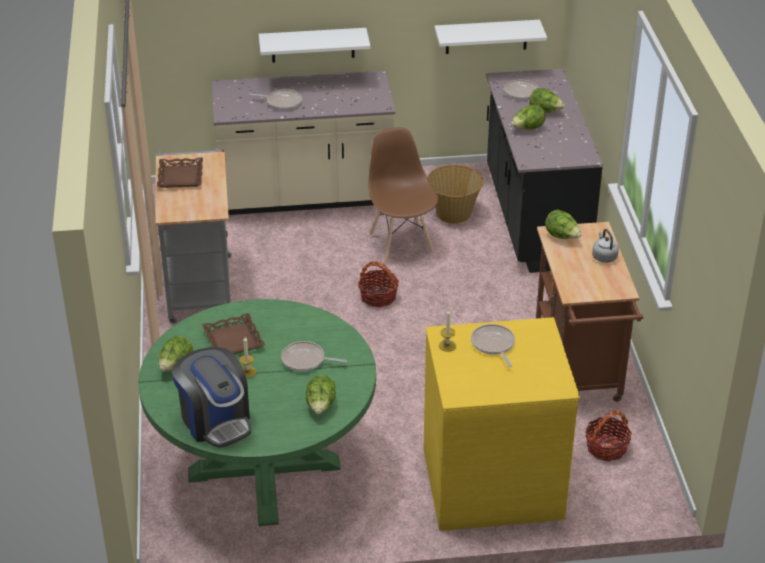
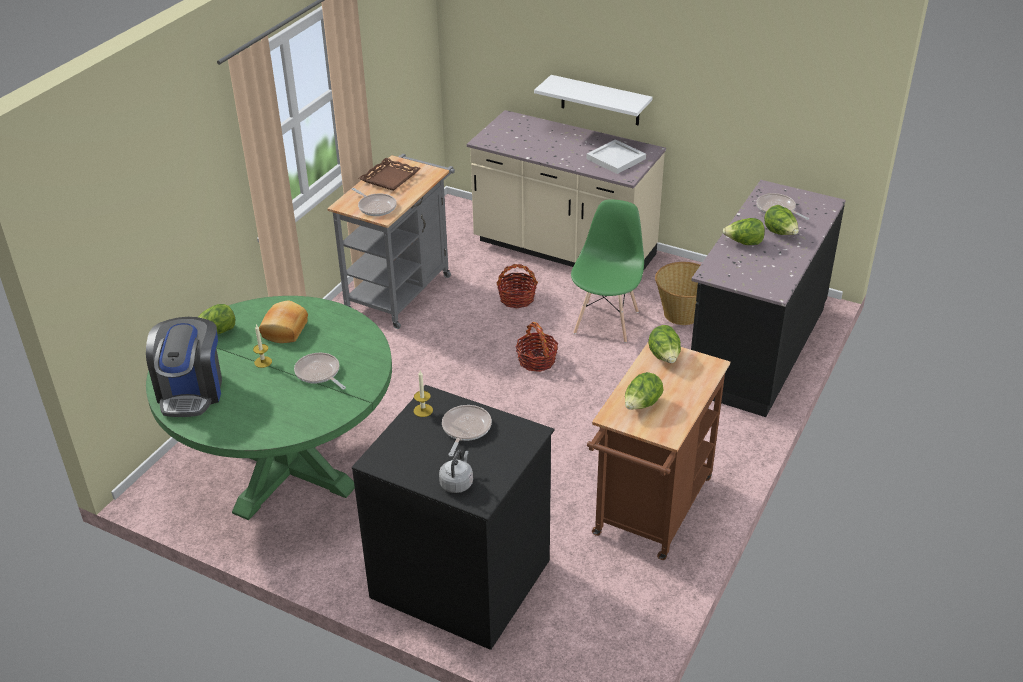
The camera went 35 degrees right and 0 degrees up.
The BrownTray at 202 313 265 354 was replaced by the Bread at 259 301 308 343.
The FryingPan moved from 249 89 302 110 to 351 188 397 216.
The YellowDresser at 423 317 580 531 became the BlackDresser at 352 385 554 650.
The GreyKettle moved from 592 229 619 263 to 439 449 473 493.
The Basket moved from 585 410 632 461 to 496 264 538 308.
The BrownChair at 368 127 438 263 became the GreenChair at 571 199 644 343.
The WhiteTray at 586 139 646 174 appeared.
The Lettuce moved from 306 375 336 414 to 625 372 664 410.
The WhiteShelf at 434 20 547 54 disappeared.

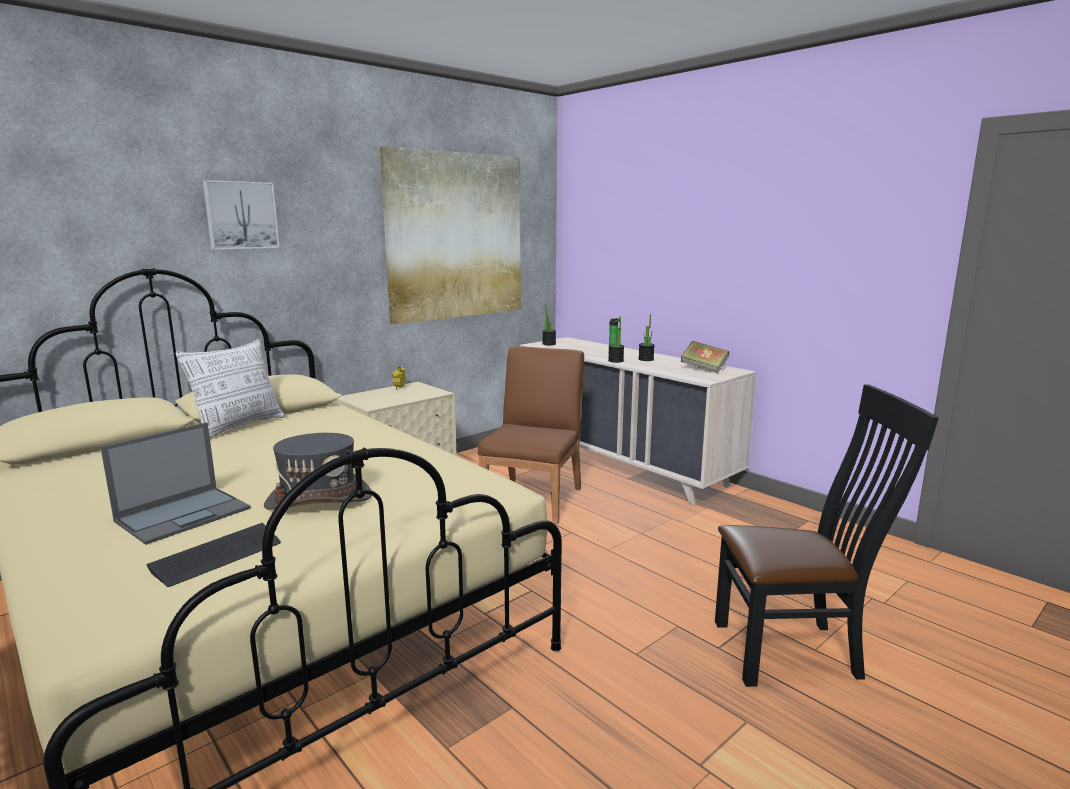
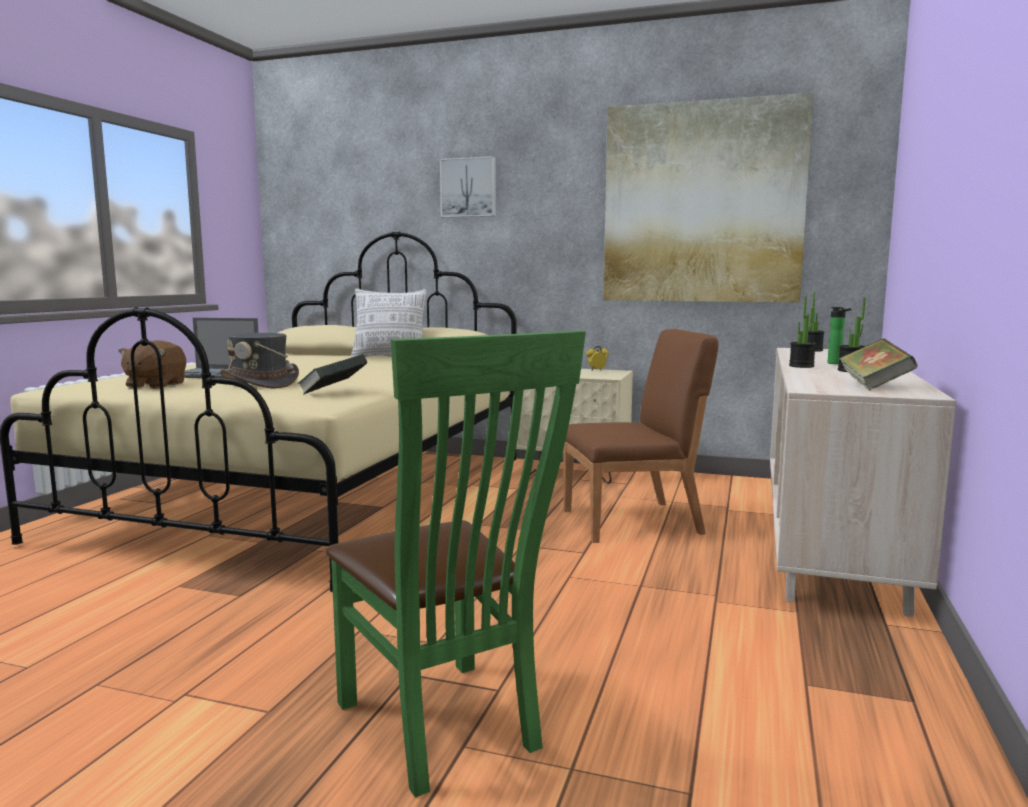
The camera went 60 degrees right and 5 degrees down.
The Keyboard at 146 523 281 587 was replaced by the BrownPlushToy at 118 340 186 389.
The Book at 297 354 368 395 appeared.
The BlackChair at 715 384 939 687 became the GreenChair at 325 330 586 798.

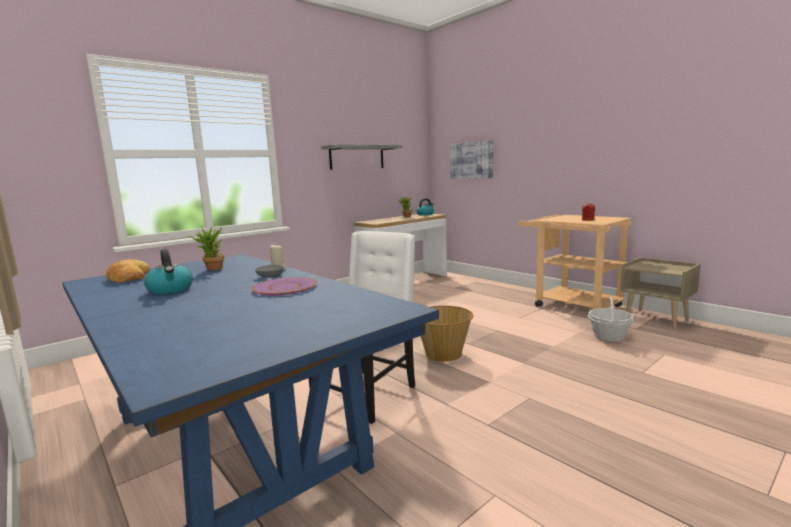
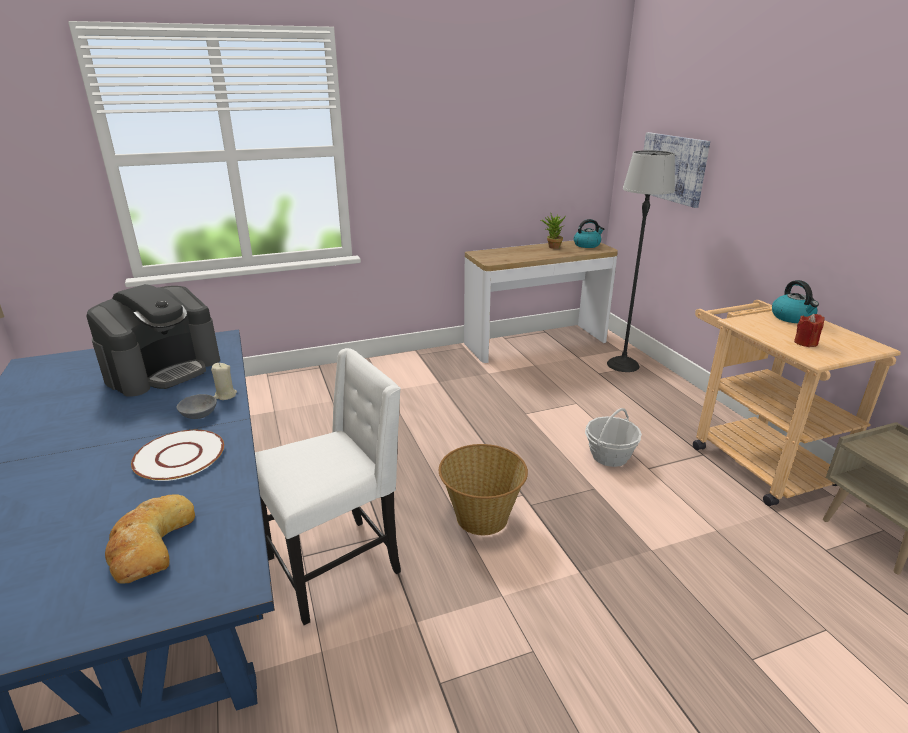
The camera went 20 degrees right and 15 degrees up.
The PottedPlant at 188 226 224 271 was replaced by the CoffeeMachine at 86 284 220 397.
The Bread moved from 106 259 150 283 to 105 494 195 584.
The PurplePlate at 251 277 317 296 became the WhitePlate at 131 430 224 481.
The Basket moved from 588 297 633 342 to 585 408 642 467.
The FloorLamp at 607 150 675 372 appeared.
The Kettle moved from 144 249 193 295 to 772 280 819 323.
The GreyShelf at 321 144 402 170 disappeared.

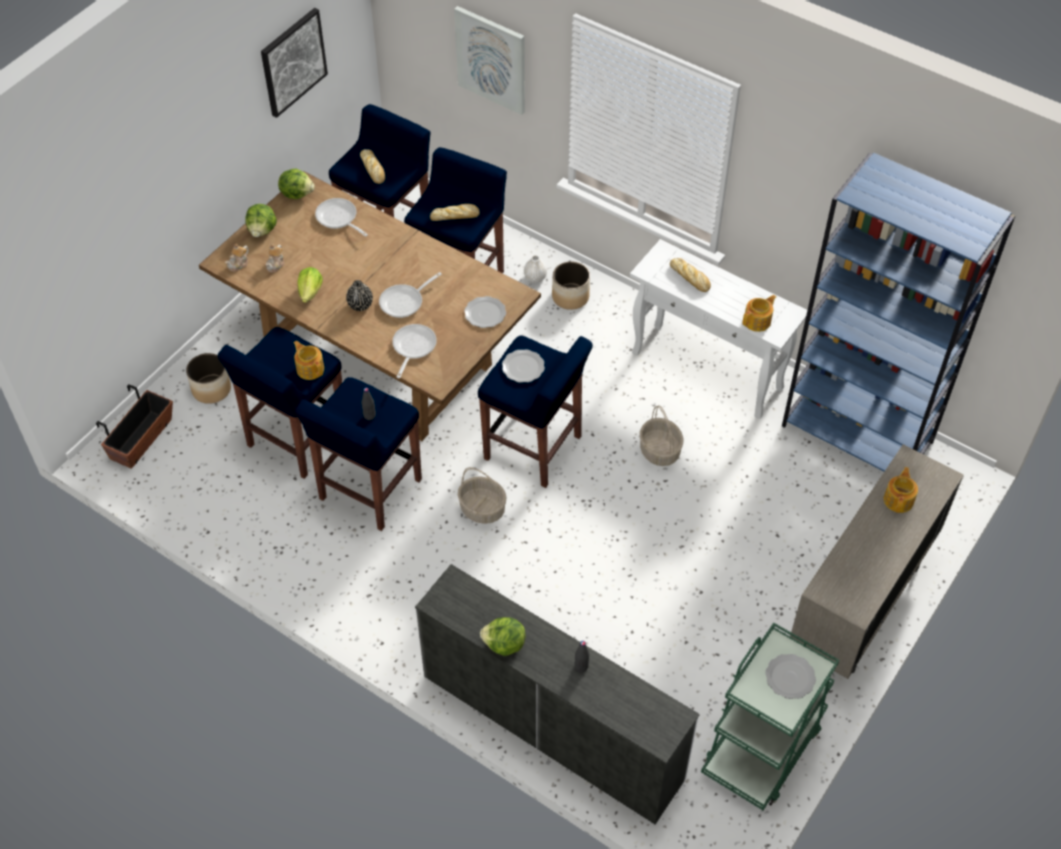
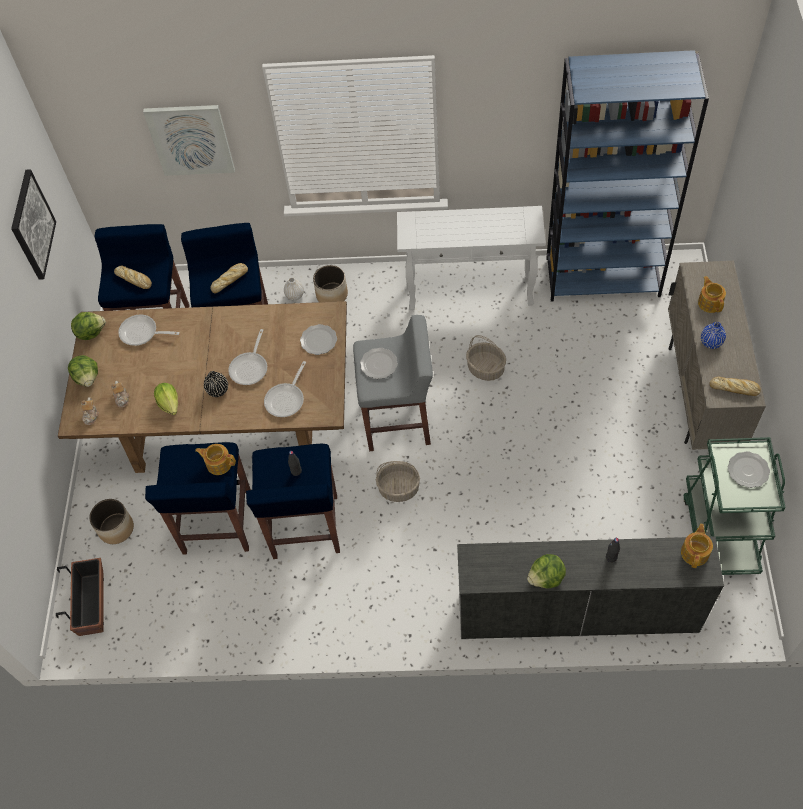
The camera went 30 degrees left and 5 degrees up.
The FryingPan at 392 324 437 378 turned 135 degrees counterclockwise.
The BlueStool at 478 335 593 488 became the GreyStool at 353 315 433 451.
The Teapot moved from 742 295 776 332 to 681 523 713 568.
The BlueVase at 701 322 726 349 appeared.
The Bread moved from 670 258 711 292 to 709 377 761 396.

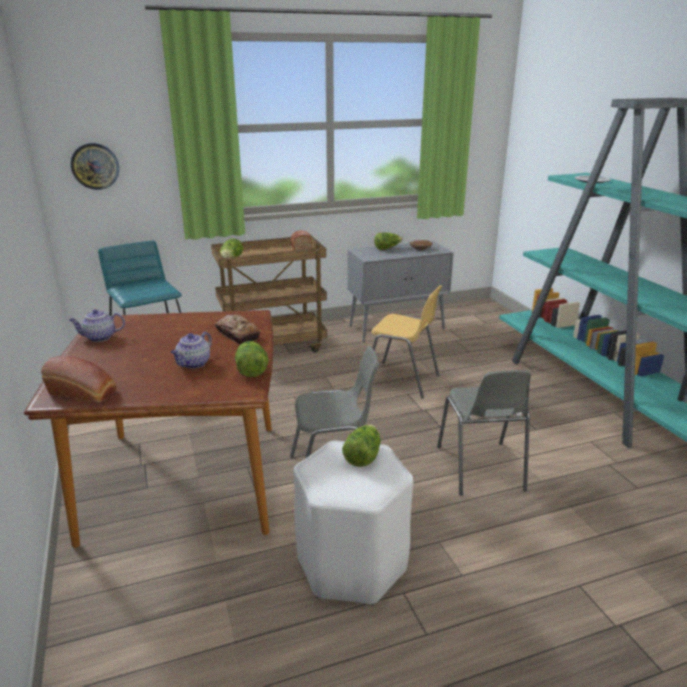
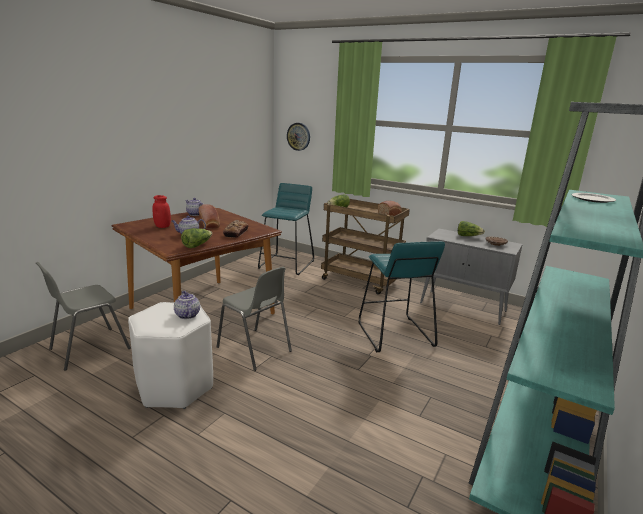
The camera went 50 degrees right and 5 degrees down.
The GreyChair moved from 437 370 531 496 to 36 262 131 371.
The RedJar at 152 195 171 228 appeared.
The Lettuce at 342 424 381 467 was replaced by the Teapot at 174 291 200 319.
The Bread moved from 41 356 117 403 to 199 204 220 229.
The YellowChair at 371 285 442 398 was replaced by the TurquoiseStool at 358 241 445 352.

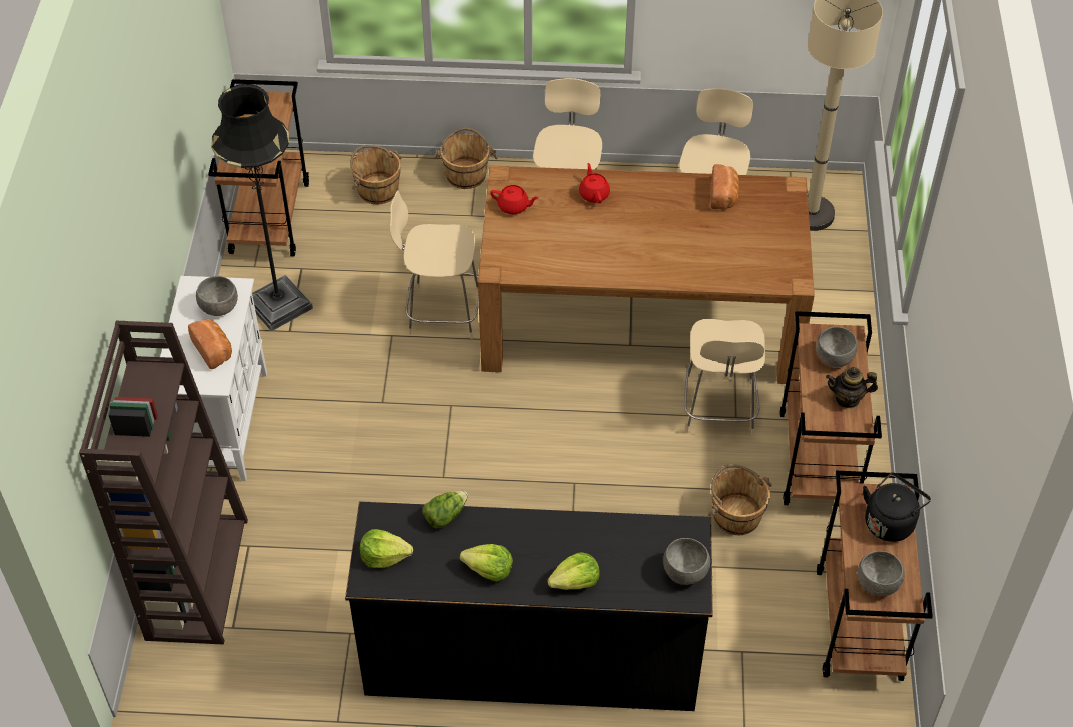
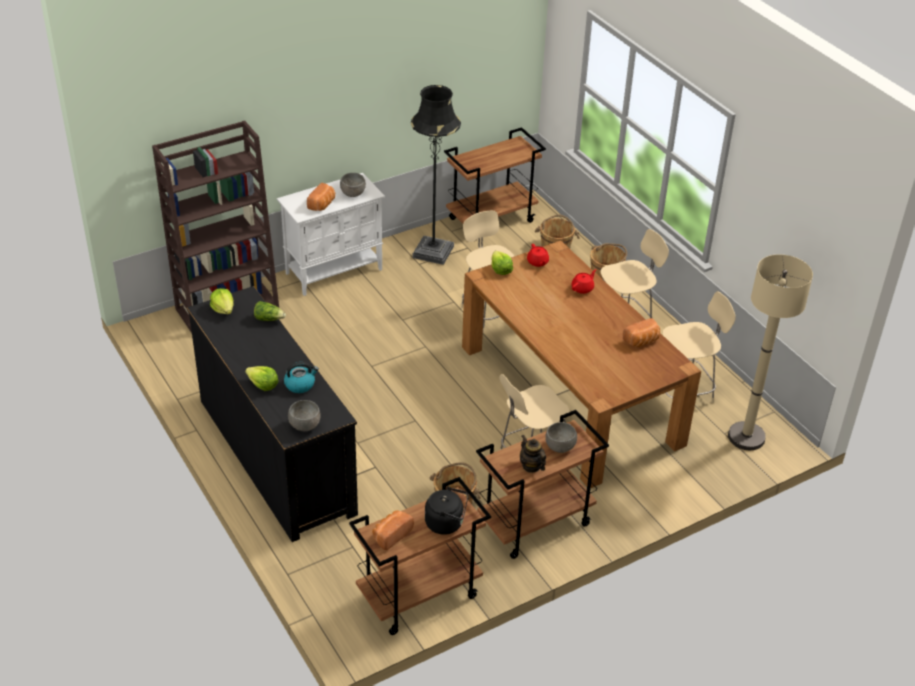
The camera went 55 degrees right and 10 degrees down.
The Kettle at 284 362 319 393 appeared.
The GreyBowl at 858 551 905 596 was replaced by the Bread at 372 510 414 550.
The Lettuce moved from 460 544 513 581 to 491 251 513 275.

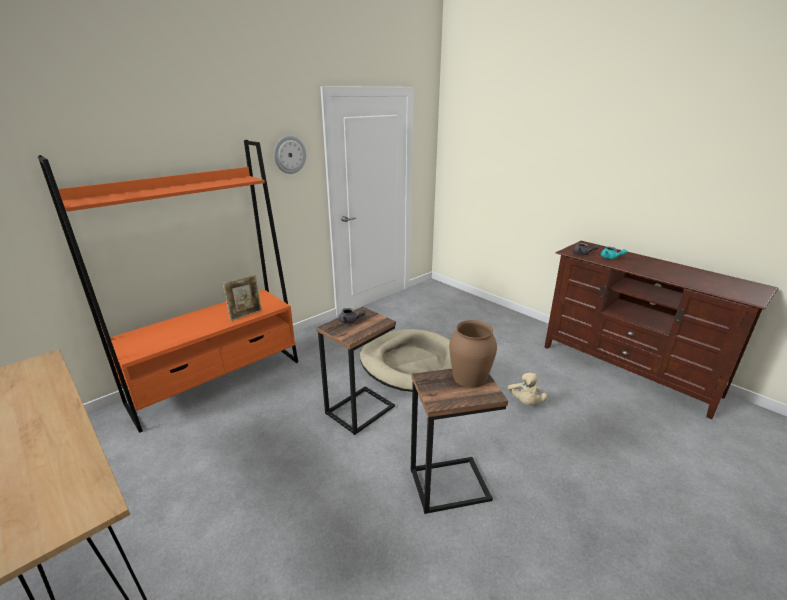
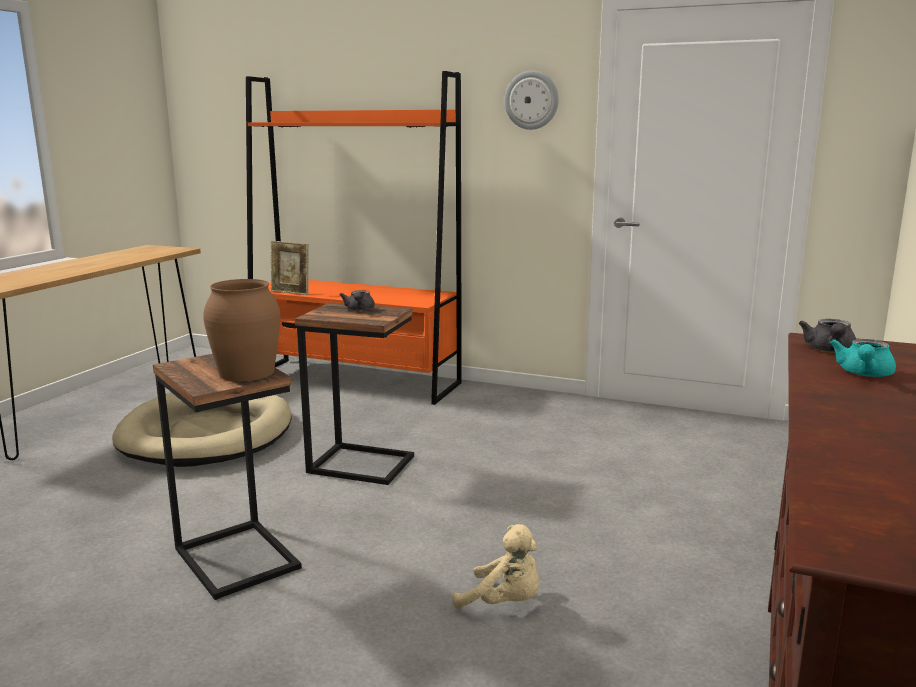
The camera went 65 degrees right and 10 degrees down.
The BeigeDogBed moved from 360 329 452 392 to 112 393 291 467.
The PictureFrame moved from 223 275 262 321 to 271 240 309 295.
The BeigePlushToy at 508 372 547 405 turned 135 degrees counterclockwise.

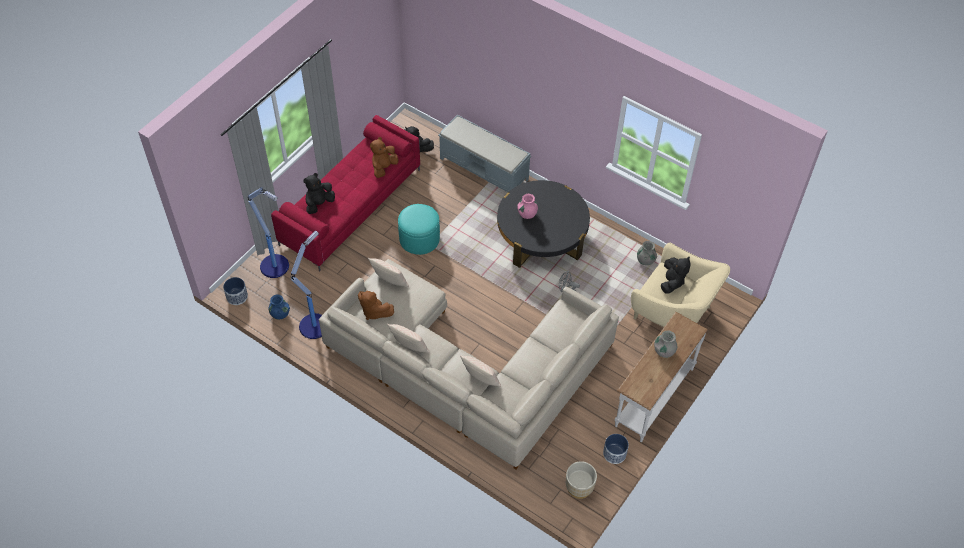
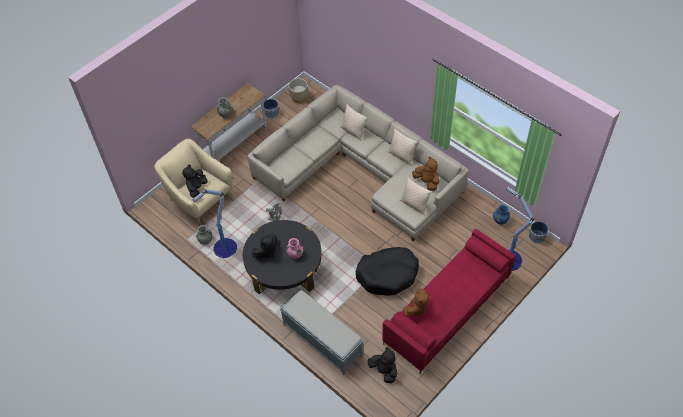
The camera went 170 degrees left and 0 degrees up.
The FloorLamp moved from 291 231 322 339 to 192 189 237 258.
The BlackPlushToy moved from 303 173 335 214 to 252 234 277 258.
The TurquoiseOttoman at 398 204 440 255 was replaced by the BlackDogBed at 356 247 419 295.

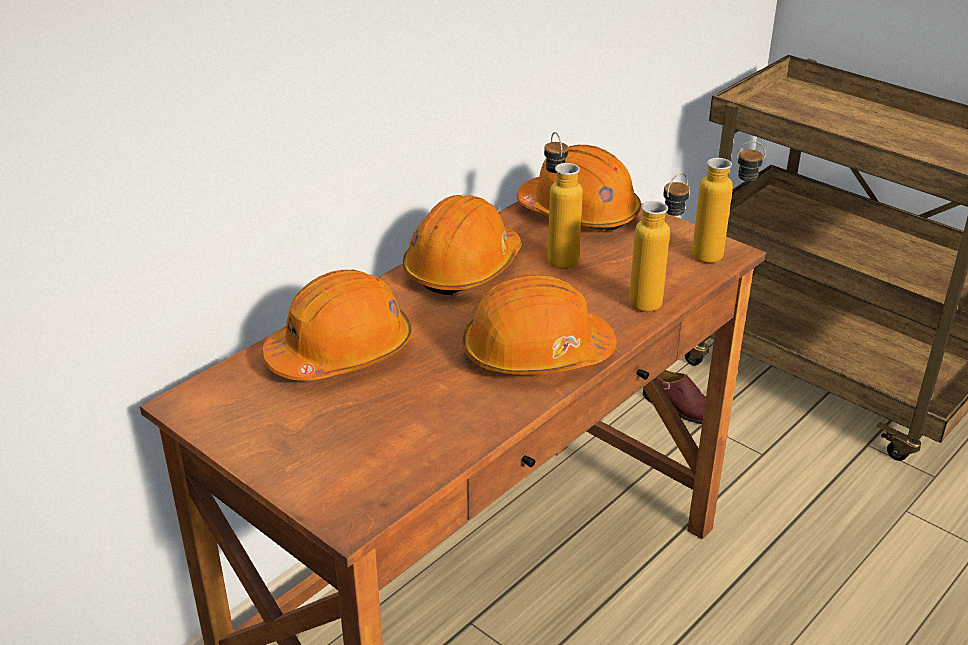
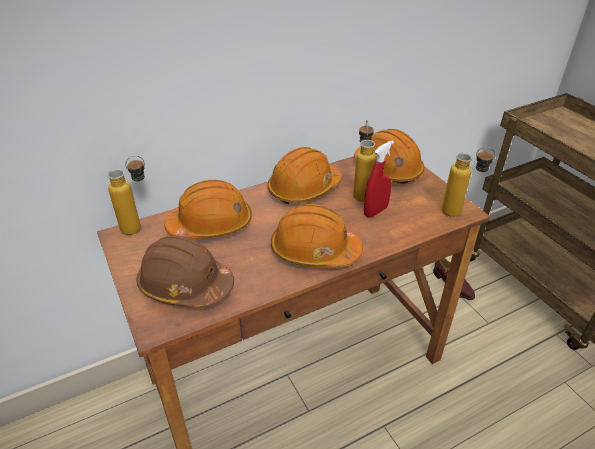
The camera went 20 degrees right and 5 degrees up.
The Bottle moved from 629 173 690 312 to 107 156 145 235.
The BrownHardHat at 136 235 234 308 appeared.
The RedSprayBottle at 364 140 394 218 appeared.

